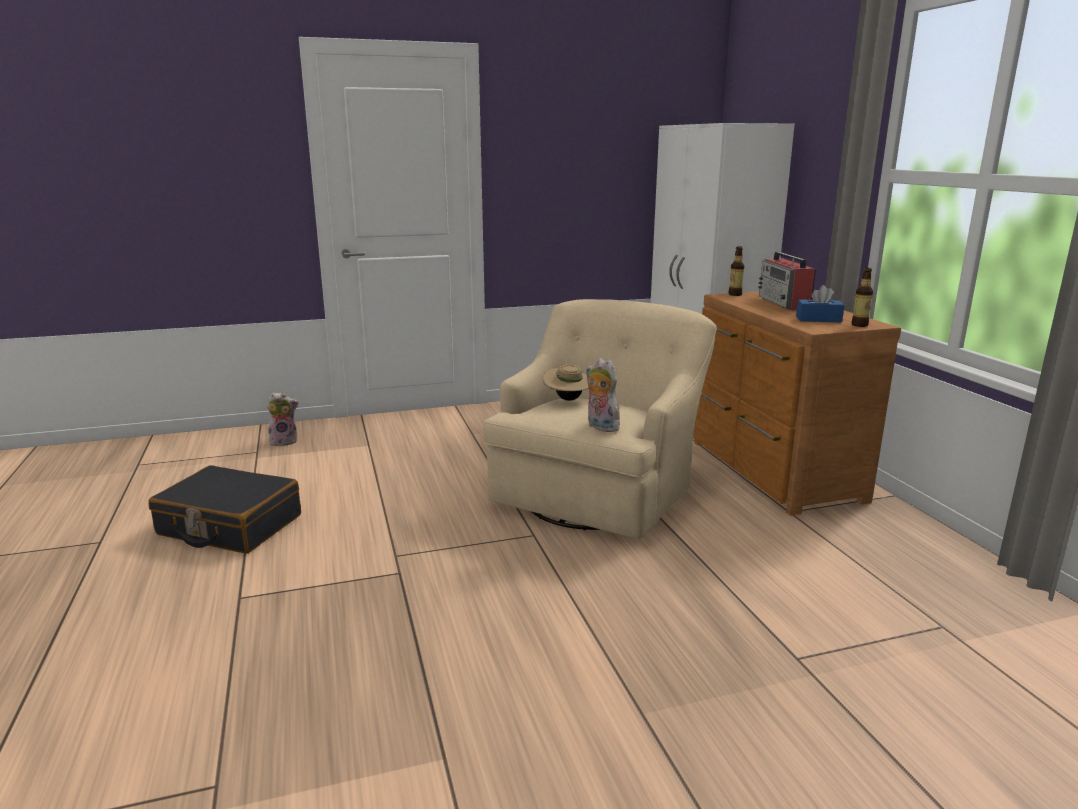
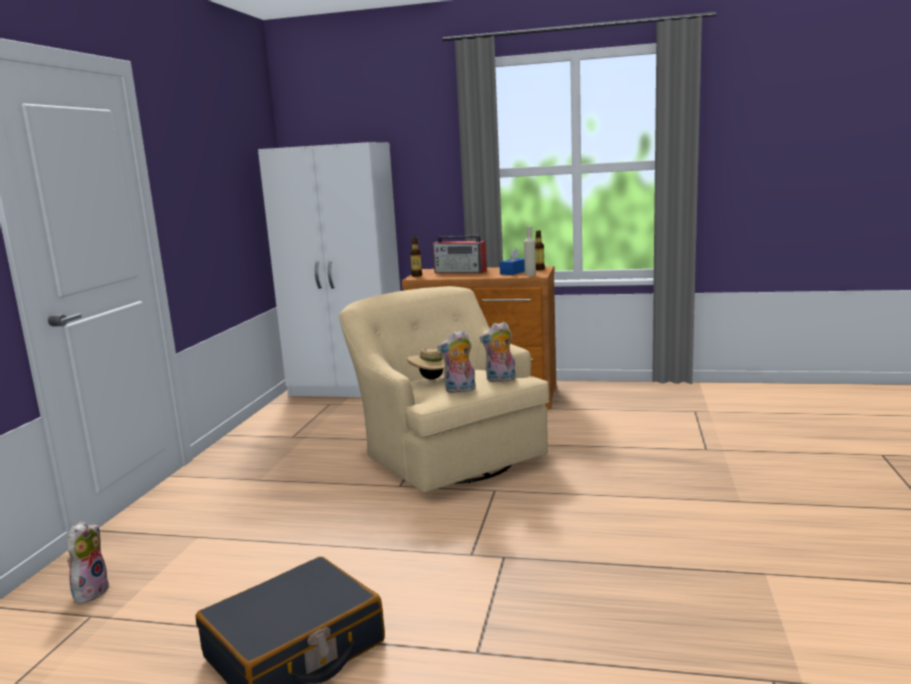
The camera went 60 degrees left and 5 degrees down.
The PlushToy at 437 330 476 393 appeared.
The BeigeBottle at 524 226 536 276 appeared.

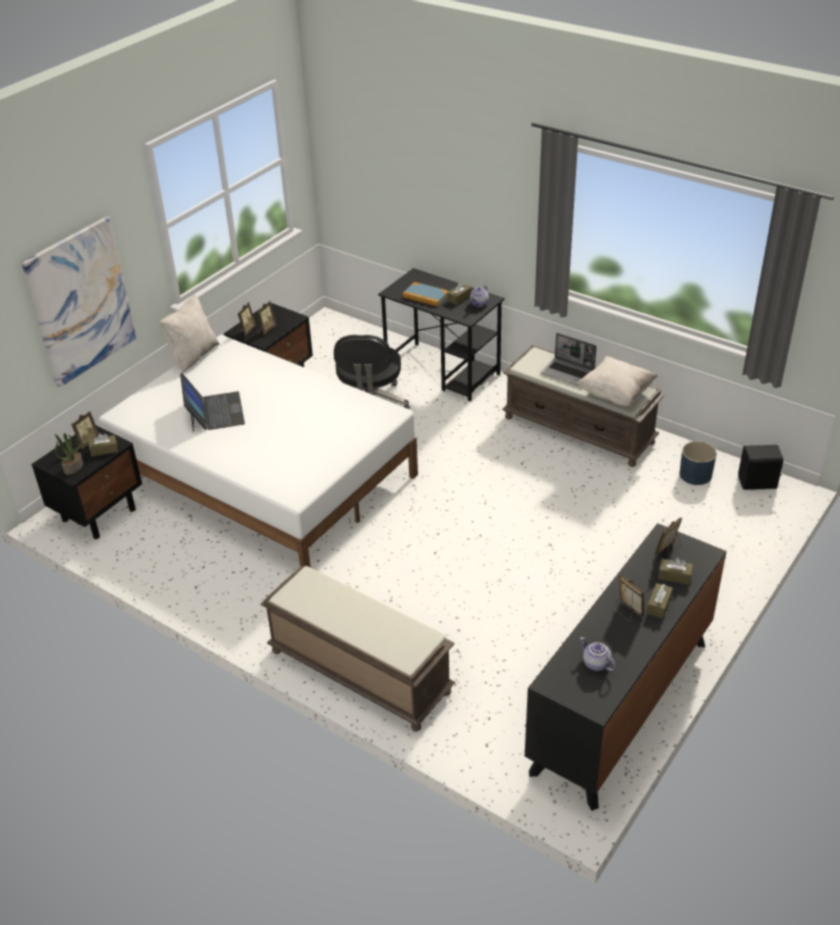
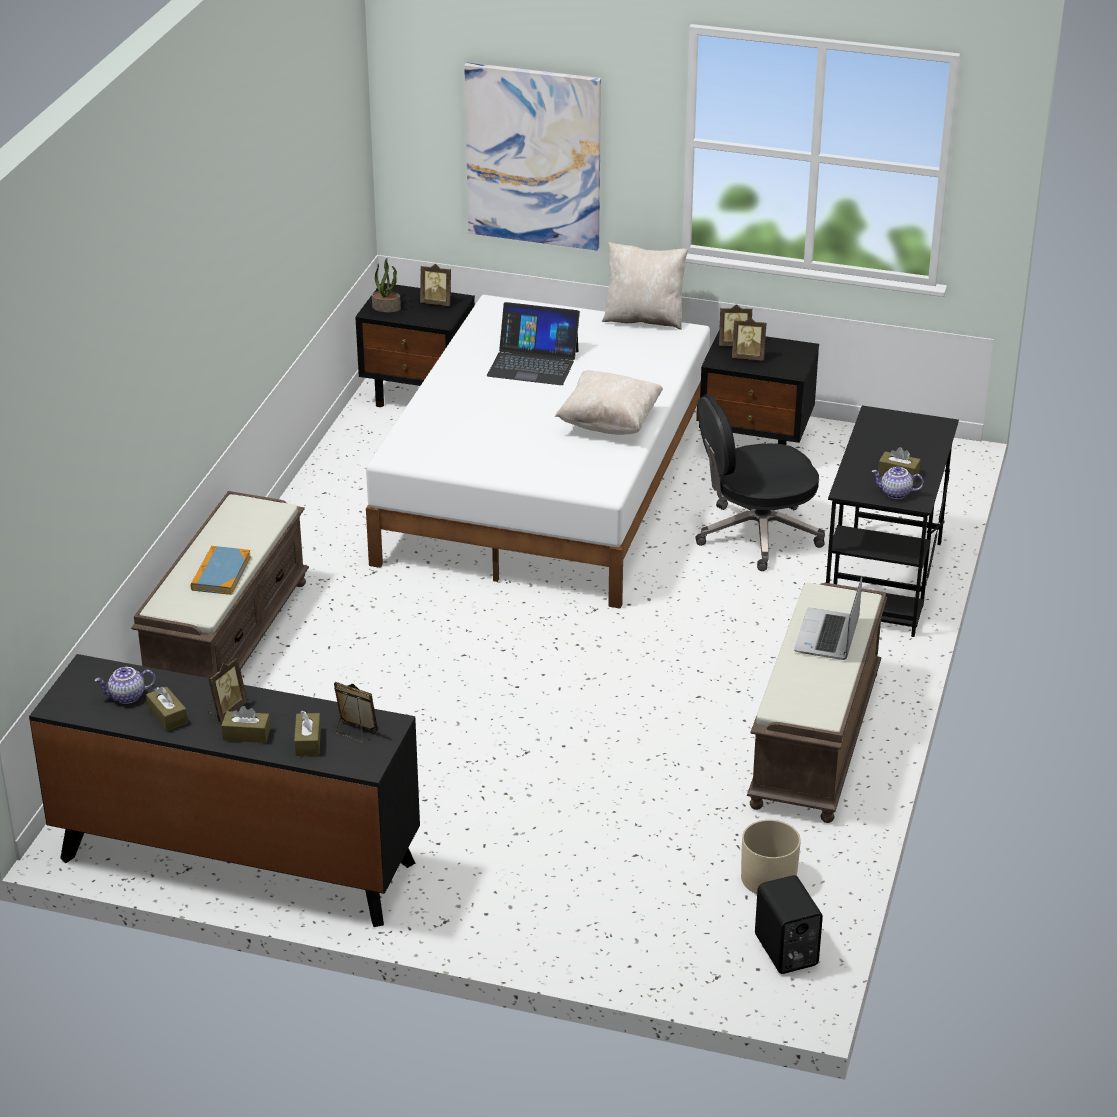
The camera went 70 degrees right and 5 degrees down.
The Teapot at 580 637 616 671 turned 135 degrees counterclockwise.
The BrownTissueBox moved from 89 433 118 456 to 146 687 188 731.
The Book moved from 403 282 449 307 to 191 546 251 595.
The Laptop at 180 373 245 432 turned 45 degrees clockwise.
The BeigePillow moved from 577 357 658 406 to 555 370 663 435.
The BluePlanter at 680 441 717 485 became the BeigePlanter at 741 820 801 894.

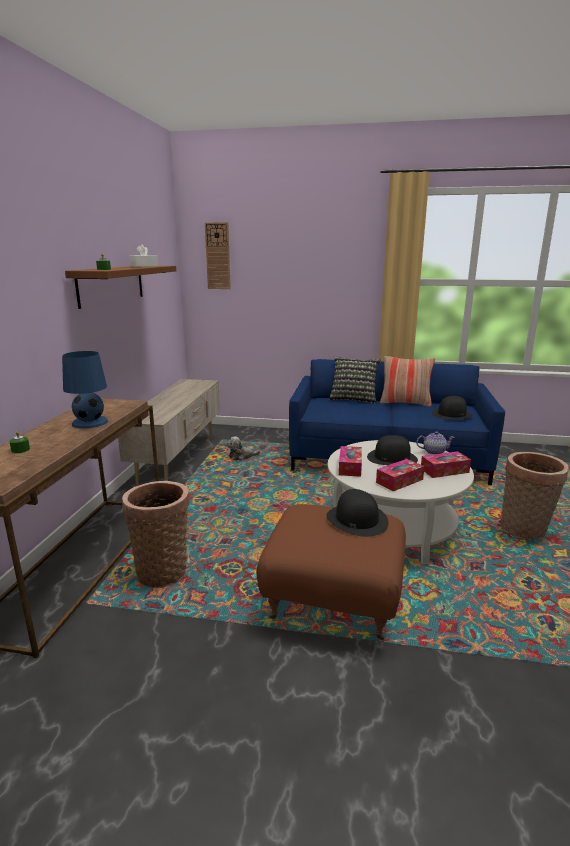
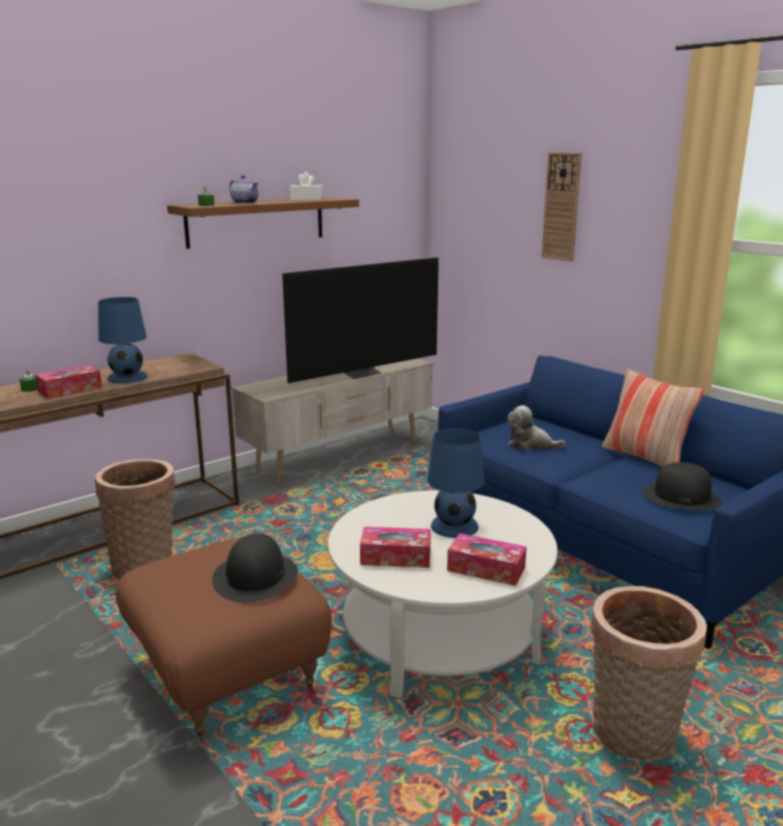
The camera went 40 degrees right and 0 degrees up.
The TissueBox moved from 339 446 362 477 to 35 365 102 399.
The Teapot moved from 416 431 455 455 to 229 175 258 204.
The Television at 282 257 439 383 appeared.
The BlackHat at 367 435 418 465 was replaced by the BlueTableLamp at 427 428 485 538.
The PlushToy moved from 227 436 261 461 to 507 405 565 450.
The WallClock moved from 205 222 231 289 to 542 153 582 262.
The Pillow at 329 356 381 404 disappeared.

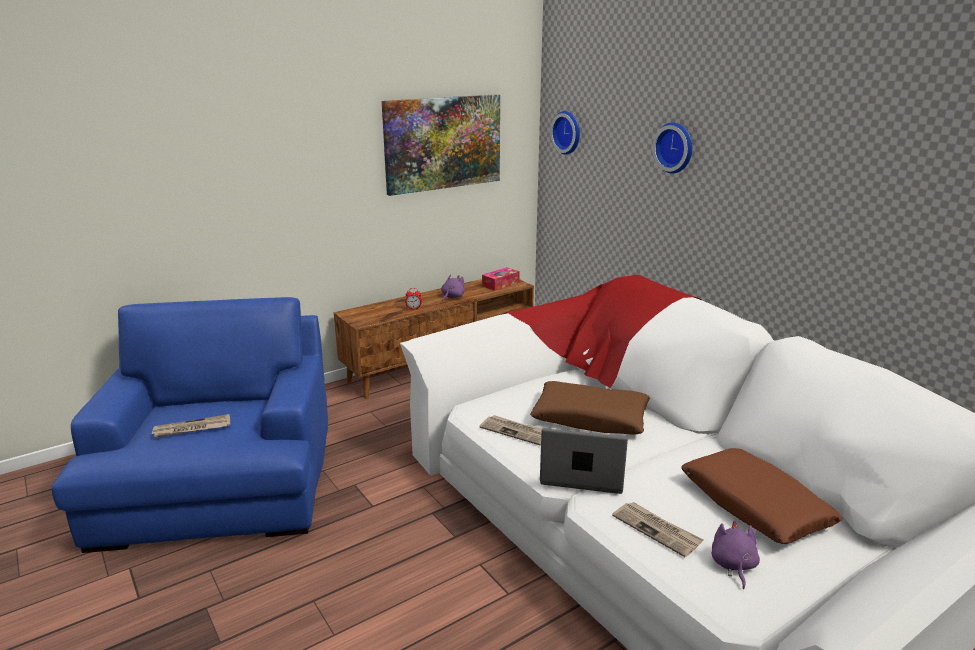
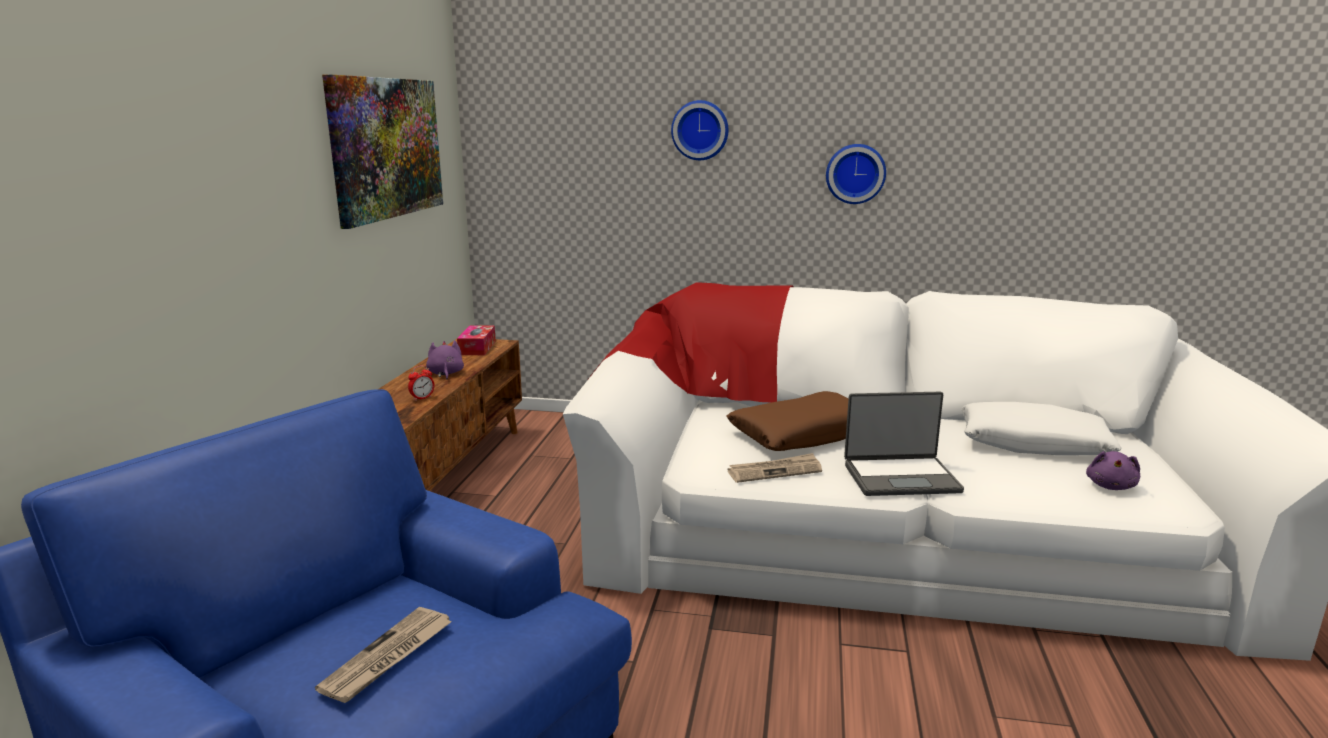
The camera went 45 degrees left and 5 degrees down.
The WallClock moved from 550 111 580 155 to 826 144 886 204.
The Laptop at 540 428 628 494 turned 150 degrees counterclockwise.
The BrownPillow at 681 448 843 544 became the WhitePillow at 961 402 1121 455.
The PurplePlushToy at 712 520 760 589 turned 120 degrees counterclockwise.
The Newspaper at 612 502 704 557 disappeared.

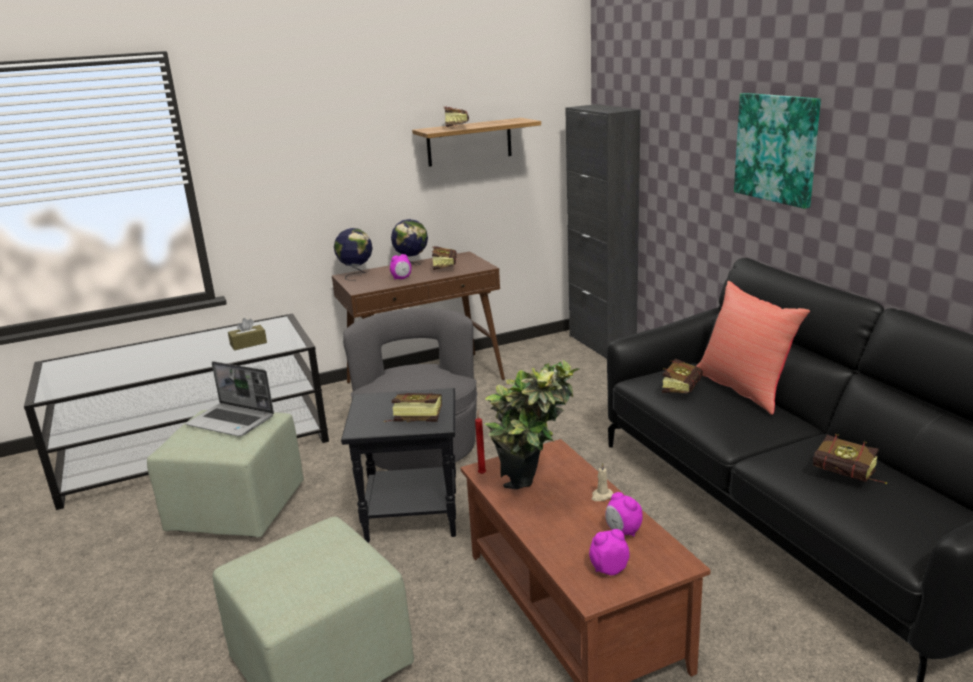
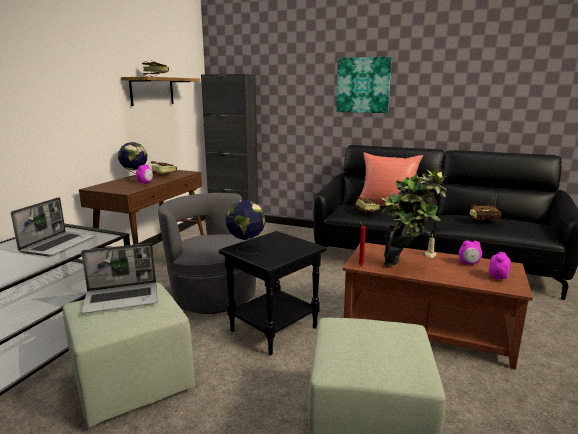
The camera went 45 degrees left and 5 degrees down.
The BrownTissueBox at 228 318 267 350 was replaced by the Laptop at 11 197 95 256.
The Globe moved from 334 228 373 281 to 225 200 266 254.
The Book at 384 393 442 422 disappeared.

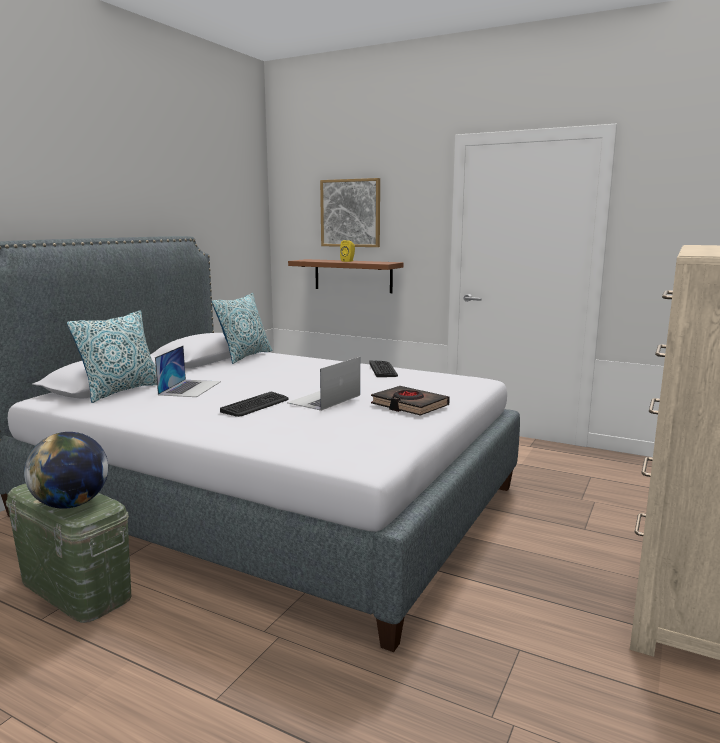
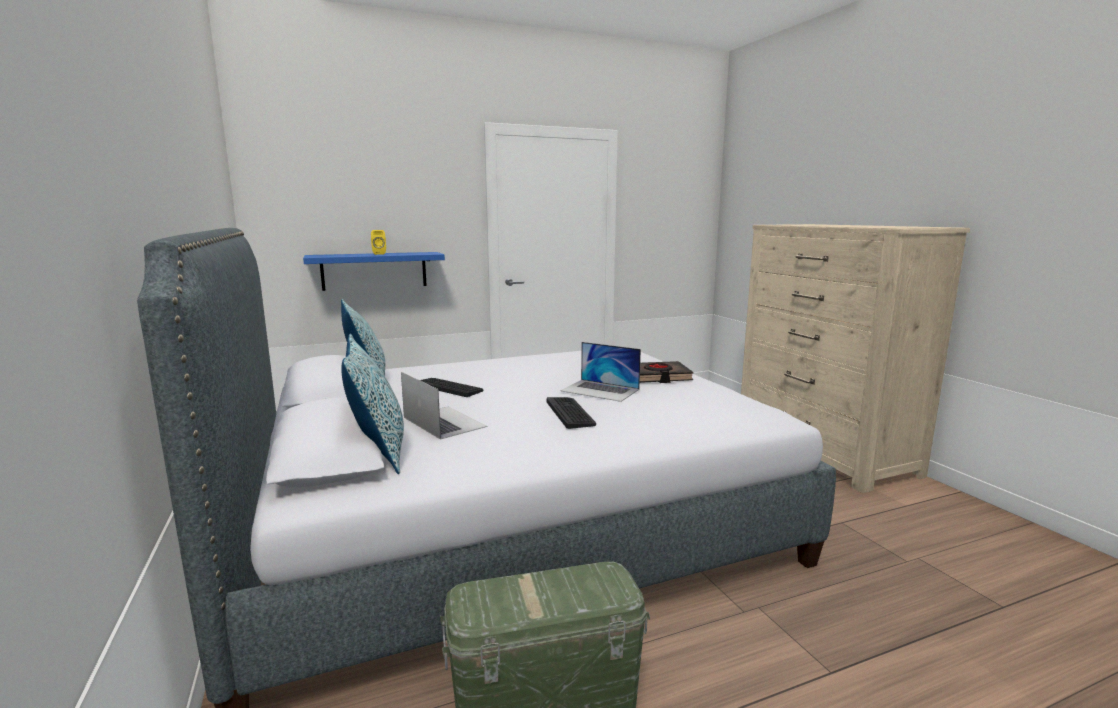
The camera went 50 degrees left and 0 degrees up.
The BrownShelf at 288 259 404 293 became the BlueShelf at 303 252 445 291.
The Keyboard moved from 370 361 398 377 to 420 378 483 397.
The Laptop at 287 357 360 411 turned 45 degrees counterclockwise.
The Globe at 24 432 108 509 disappeared.
The Picture at 320 178 380 247 disappeared.

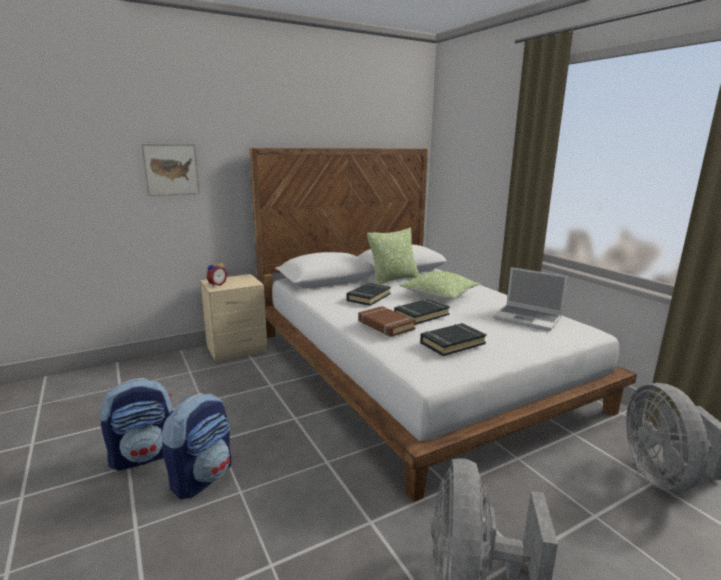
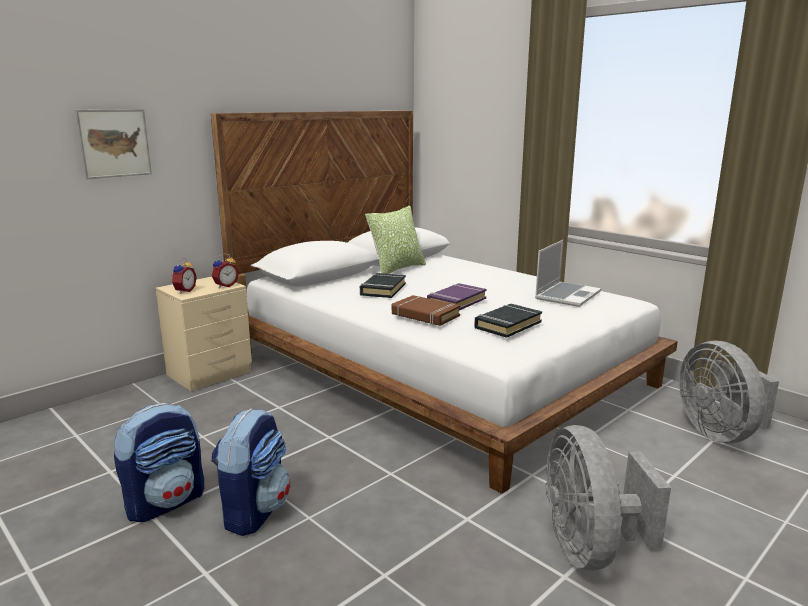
The camera went 15 degrees left and 0 degrees up.
The AlarmClock at 212 253 239 288 appeared.
The BlackBook at 394 299 450 325 became the PurpleBook at 427 283 487 311.
The Laptop at 493 267 568 331 turned 75 degrees counterclockwise.
The Pillow at 399 271 481 299 disappeared.

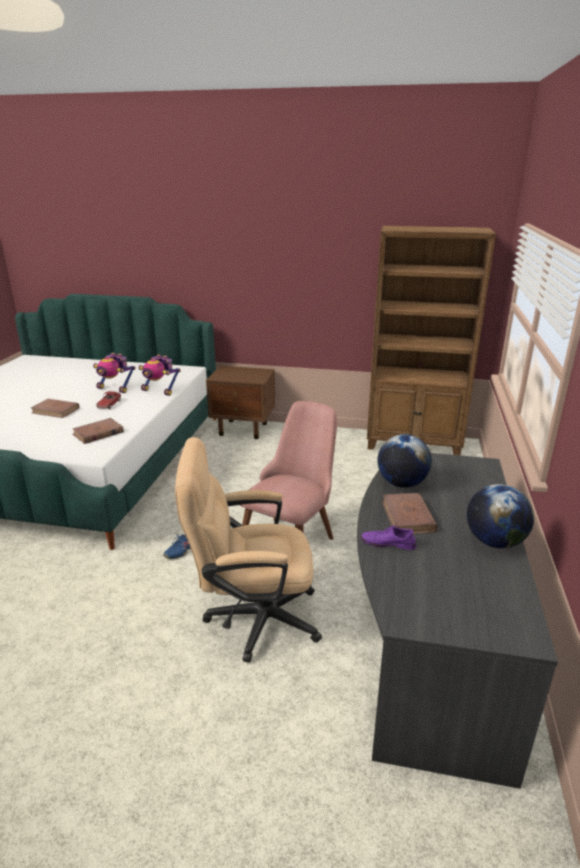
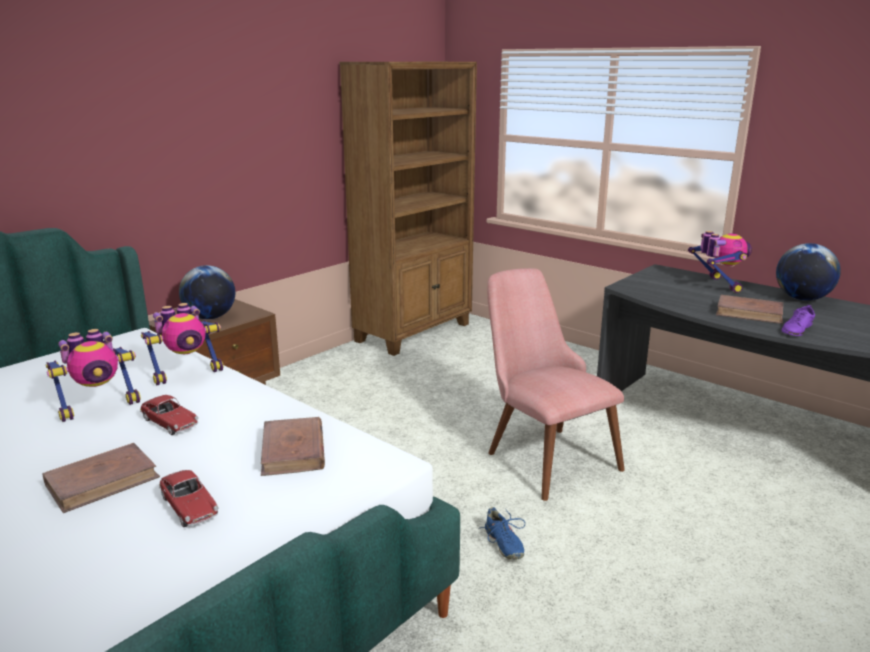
The camera went 60 degrees left and 5 degrees down.
The ToyCar at 159 470 218 527 appeared.
The Globe moved from 377 434 432 488 to 179 265 235 319.
The ToyRobot at 688 231 752 293 appeared.
The BeigeOfficeChair at 175 437 322 663 disappeared.

